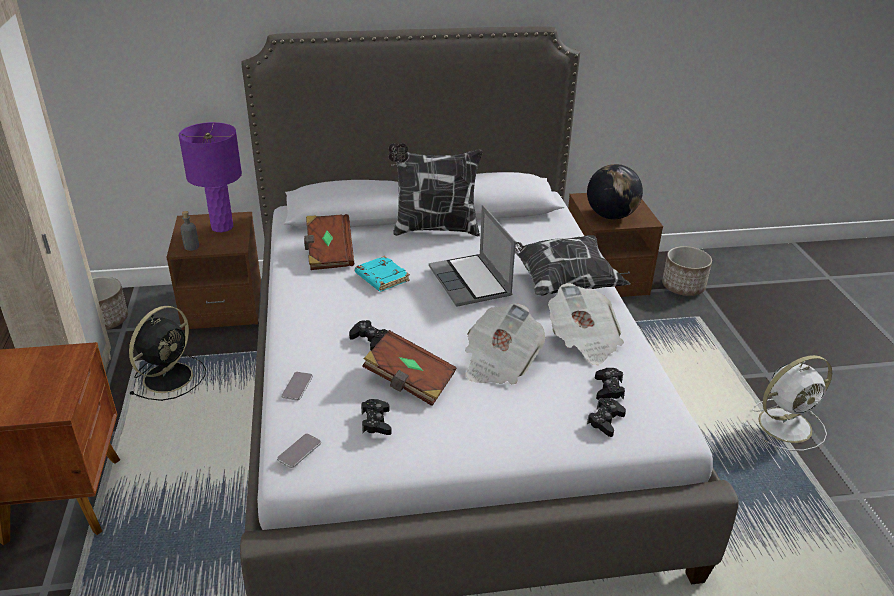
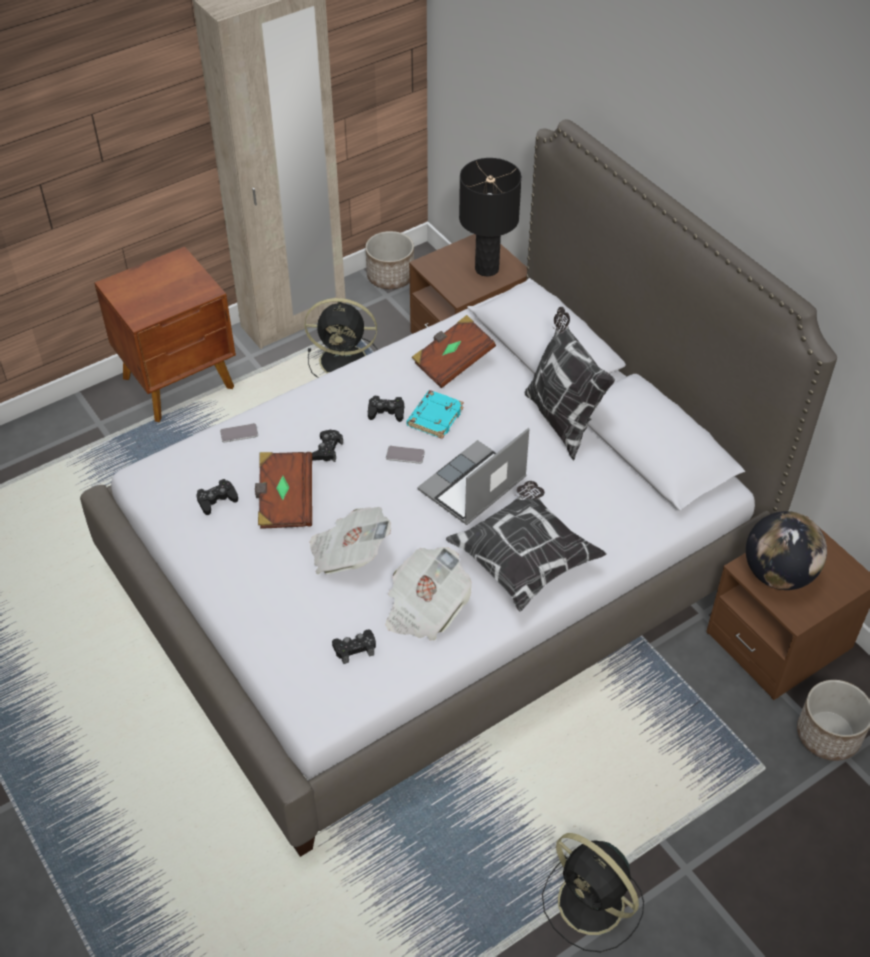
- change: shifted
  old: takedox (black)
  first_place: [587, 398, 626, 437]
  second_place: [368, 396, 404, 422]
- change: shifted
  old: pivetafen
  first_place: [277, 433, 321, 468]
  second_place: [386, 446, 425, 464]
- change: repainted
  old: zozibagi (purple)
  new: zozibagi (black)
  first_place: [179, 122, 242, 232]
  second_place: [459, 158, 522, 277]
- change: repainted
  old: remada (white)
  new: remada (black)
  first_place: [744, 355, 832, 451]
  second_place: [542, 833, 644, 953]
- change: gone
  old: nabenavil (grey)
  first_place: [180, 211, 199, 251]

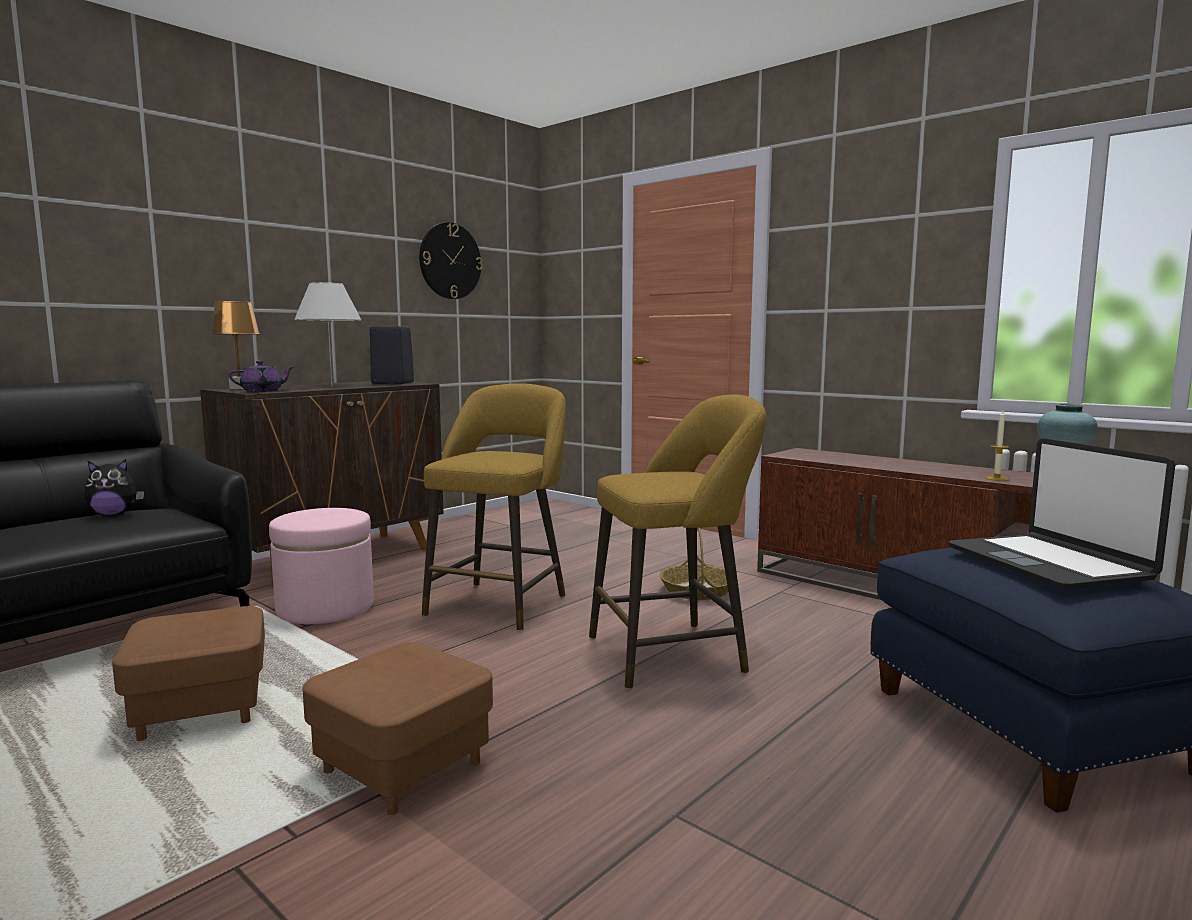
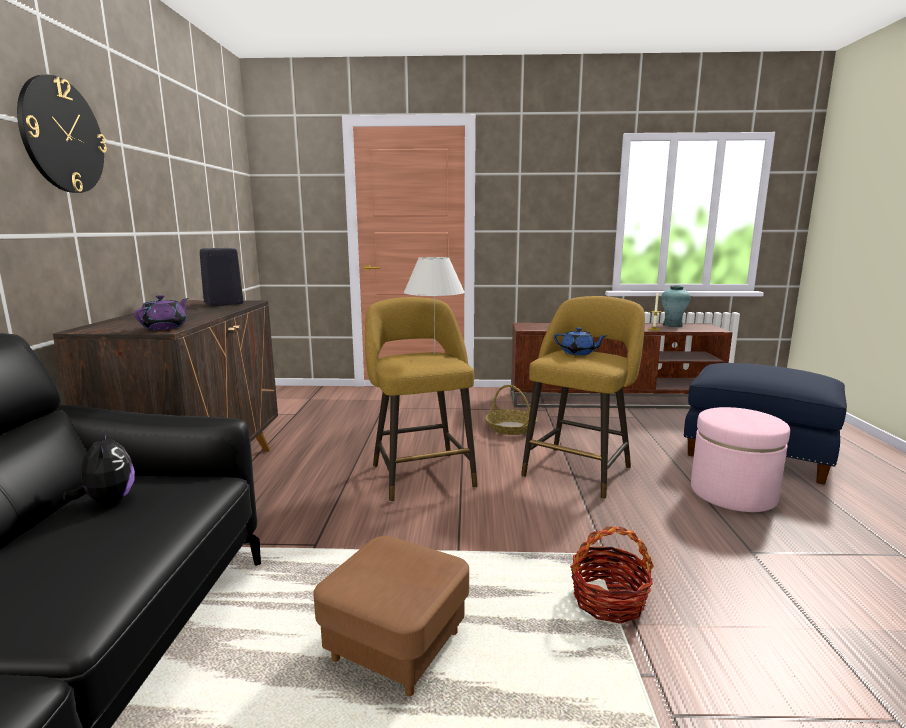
- change: shifted
  old: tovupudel
  first_place: [419, 222, 483, 299]
  second_place: [17, 74, 107, 193]
- change: rotated
  old: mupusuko
  first_place: [84, 459, 144, 516]
  second_place: [63, 430, 135, 504]
  degrees: -60
- change: shifted
  old: zozibagi (white)
  first_place: [294, 282, 362, 386]
  second_place: [404, 257, 465, 355]
- change: new
  new: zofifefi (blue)
  second_place: [554, 327, 608, 355]
- change: swapped
  old: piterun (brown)
  new: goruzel
  first_place: [303, 642, 493, 815]
  second_place: [570, 526, 654, 624]
- change: shifted
  old: piterun (pink)
  first_place: [269, 508, 374, 624]
  second_place: [691, 407, 790, 512]
- change: gone
  old: zozibagi (brown)
  first_place: [211, 301, 260, 389]
- change: gone
  old: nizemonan
  first_place: [948, 438, 1175, 589]

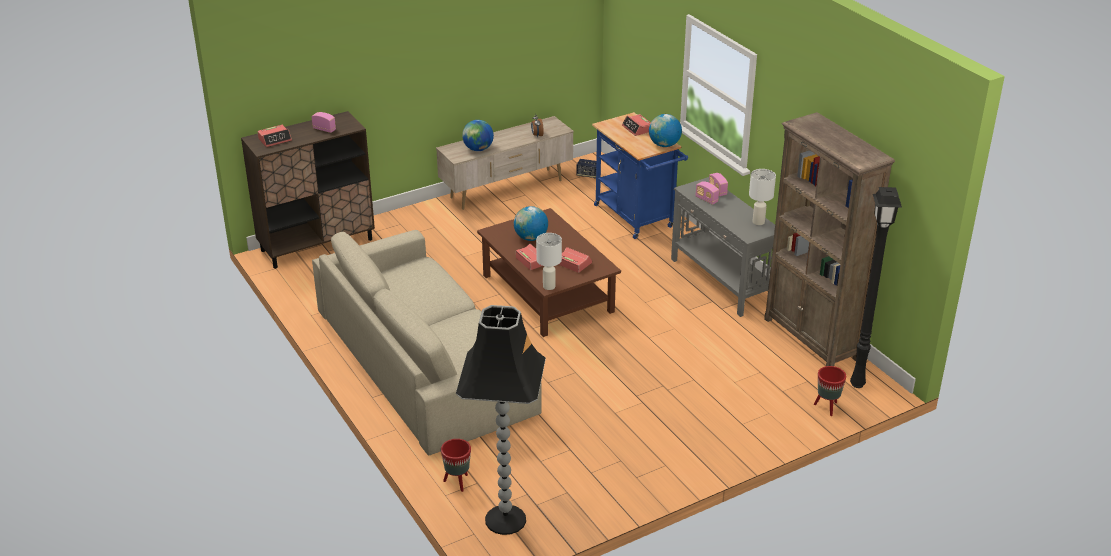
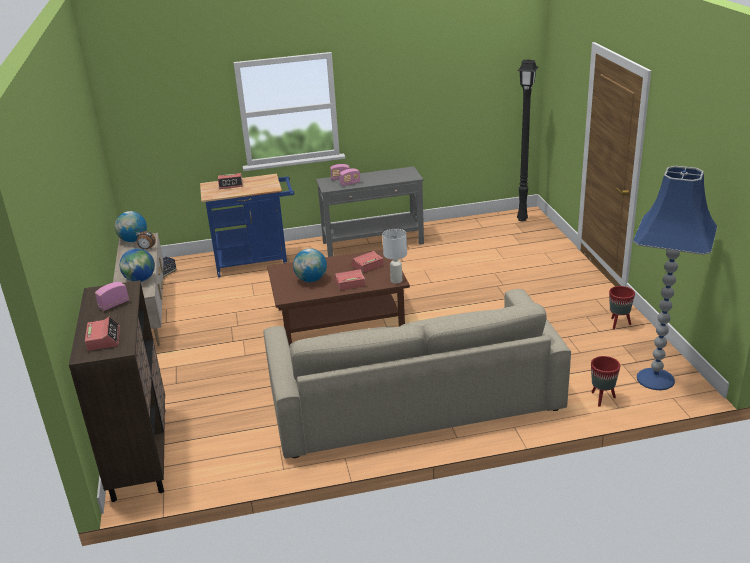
- change: shifted
  old: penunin
  first_place: [649, 114, 682, 147]
  second_place: [115, 211, 147, 242]
- change: shifted
  old: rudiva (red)
  first_place: [814, 366, 846, 416]
  second_place: [609, 286, 635, 329]
- change: repainted
  old: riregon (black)
  new: riregon (blue)
  first_place: [456, 305, 546, 535]
  second_place: [633, 166, 717, 390]
- change: gone
  old: zozibagi (white)
  first_place: [749, 169, 776, 225]
- change: gone
  old: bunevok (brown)
  first_place: [764, 112, 895, 366]

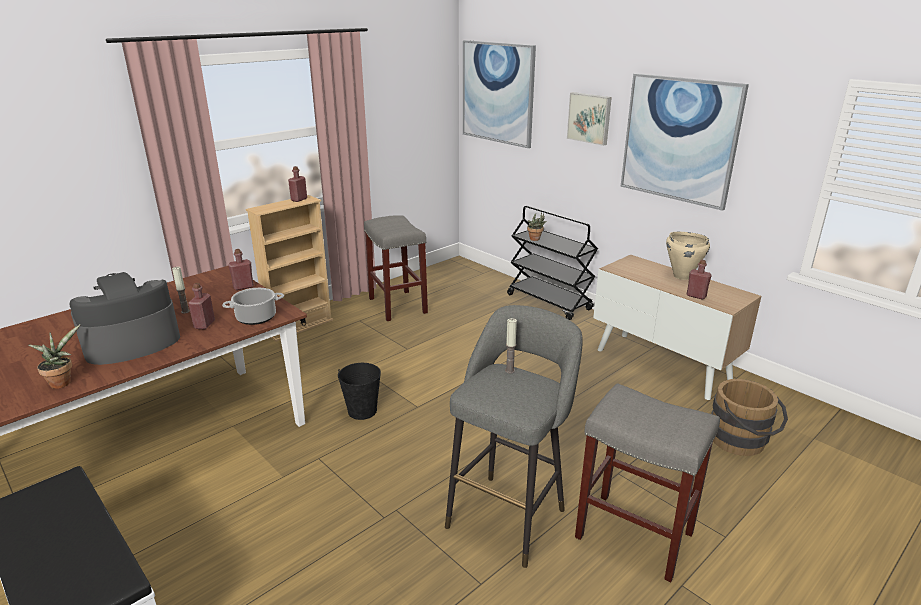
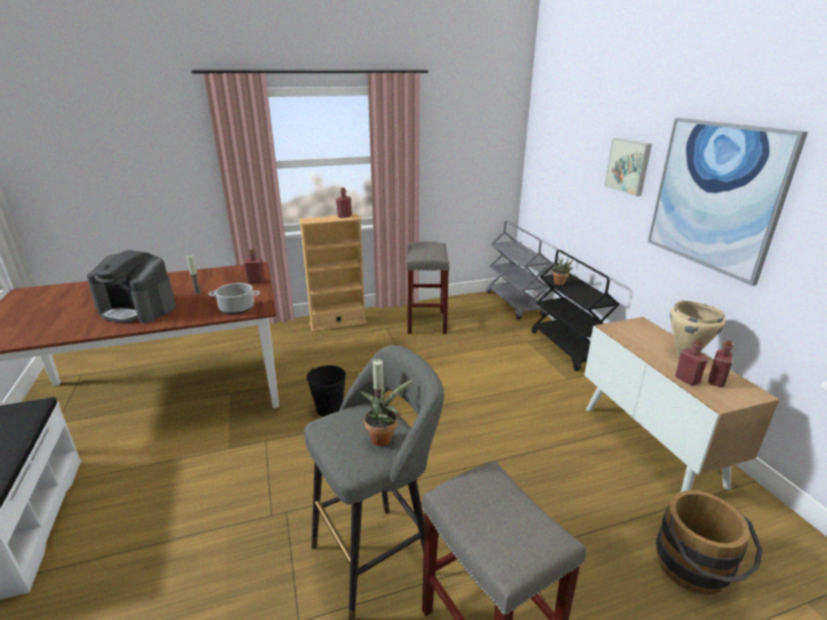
- change: rotated
  old: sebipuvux
  first_place: [69, 272, 180, 365]
  second_place: [87, 250, 176, 323]
  degrees: -150
- change: shifted
  old: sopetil
  first_place: [28, 324, 81, 389]
  second_place: [360, 379, 414, 446]
- change: new
  new: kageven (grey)
  second_place: [487, 221, 551, 320]
- change: shifted
  old: nabenavil (red)
  first_place: [188, 283, 215, 329]
  second_place: [708, 340, 733, 387]
- change: gone
  old: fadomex
  first_place: [463, 40, 536, 148]

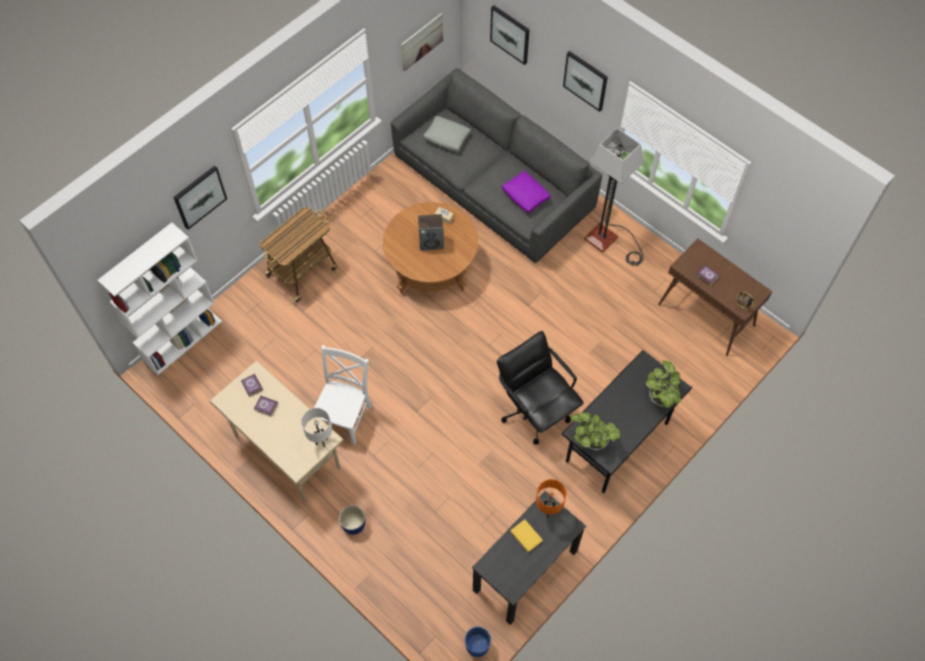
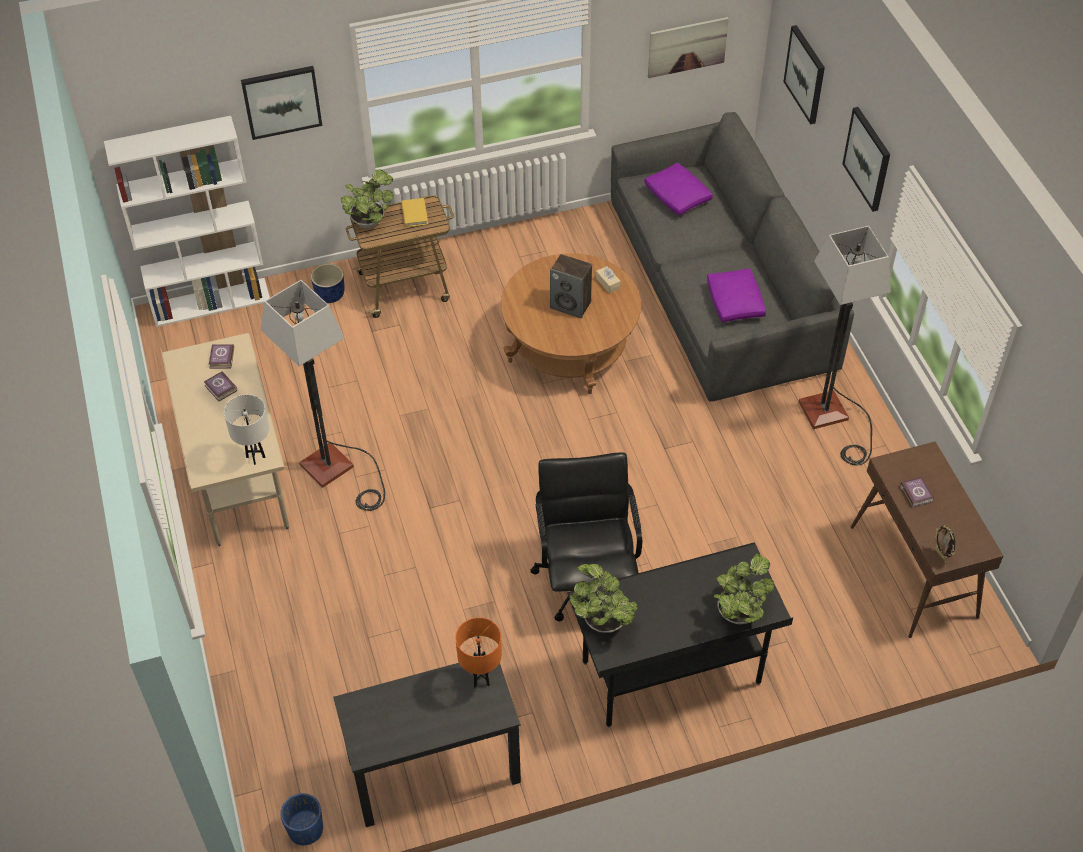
- change: swapped
  old: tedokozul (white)
  new: riregon
  first_place: [314, 345, 373, 445]
  second_place: [261, 280, 385, 511]
- change: shifted
  old: rudiva (blue)
  first_place: [339, 505, 365, 535]
  second_place: [311, 264, 345, 303]
- change: new
  new: sopetil
  second_place: [341, 170, 394, 228]
- change: shifted
  old: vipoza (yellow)
  first_place: [510, 519, 542, 552]
  second_place: [401, 198, 428, 227]
- change: repainted
  old: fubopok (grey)
  new: fubopok (purple)
  first_place: [423, 116, 471, 152]
  second_place: [644, 163, 713, 215]

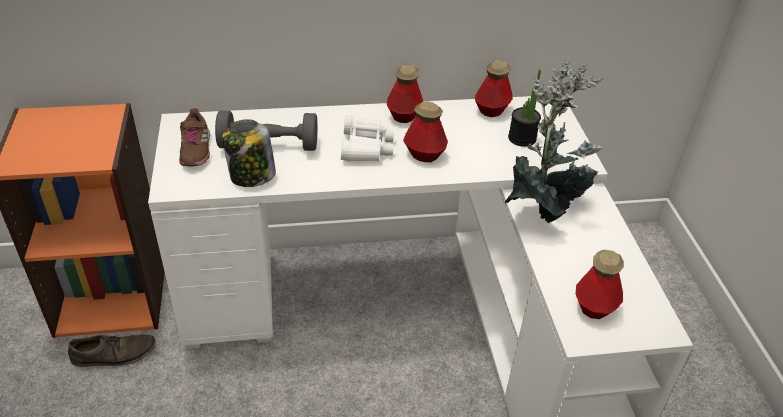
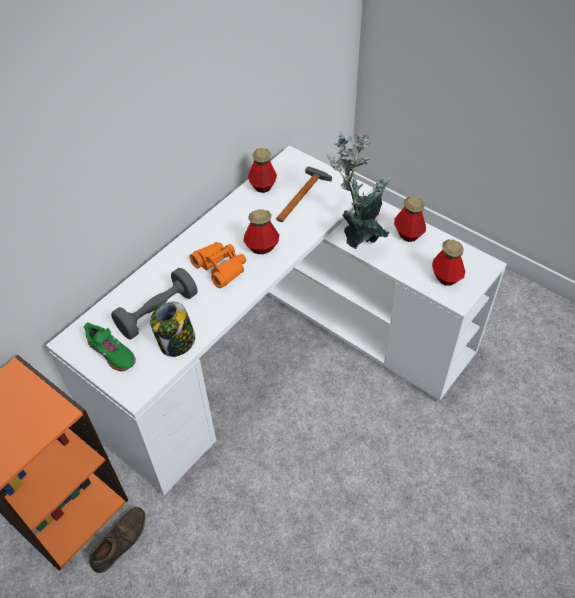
- change: repainted
  old: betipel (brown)
  new: betipel (green)
  first_place: [179, 108, 210, 167]
  second_place: [84, 322, 136, 371]
- change: repainted
  old: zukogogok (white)
  new: zukogogok (orange)
  first_place: [341, 115, 394, 161]
  second_place: [190, 242, 246, 288]
- change: swapped
  old: sopetil
  new: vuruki
  first_place: [508, 69, 541, 147]
  second_place: [276, 166, 332, 222]
- change: shifted
  old: nabenavil
  first_place: [387, 65, 423, 123]
  second_place: [394, 197, 426, 242]

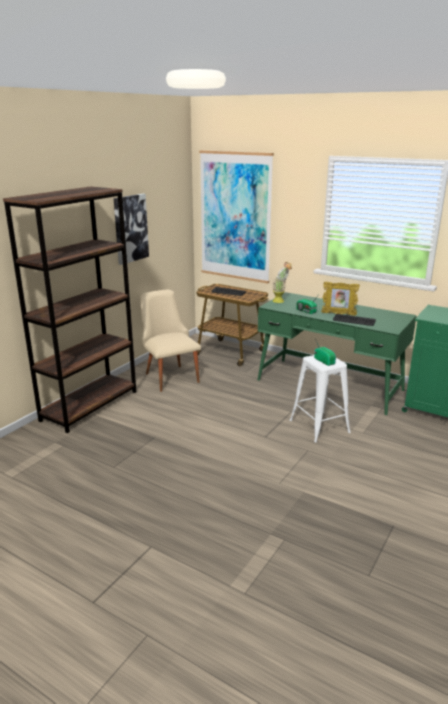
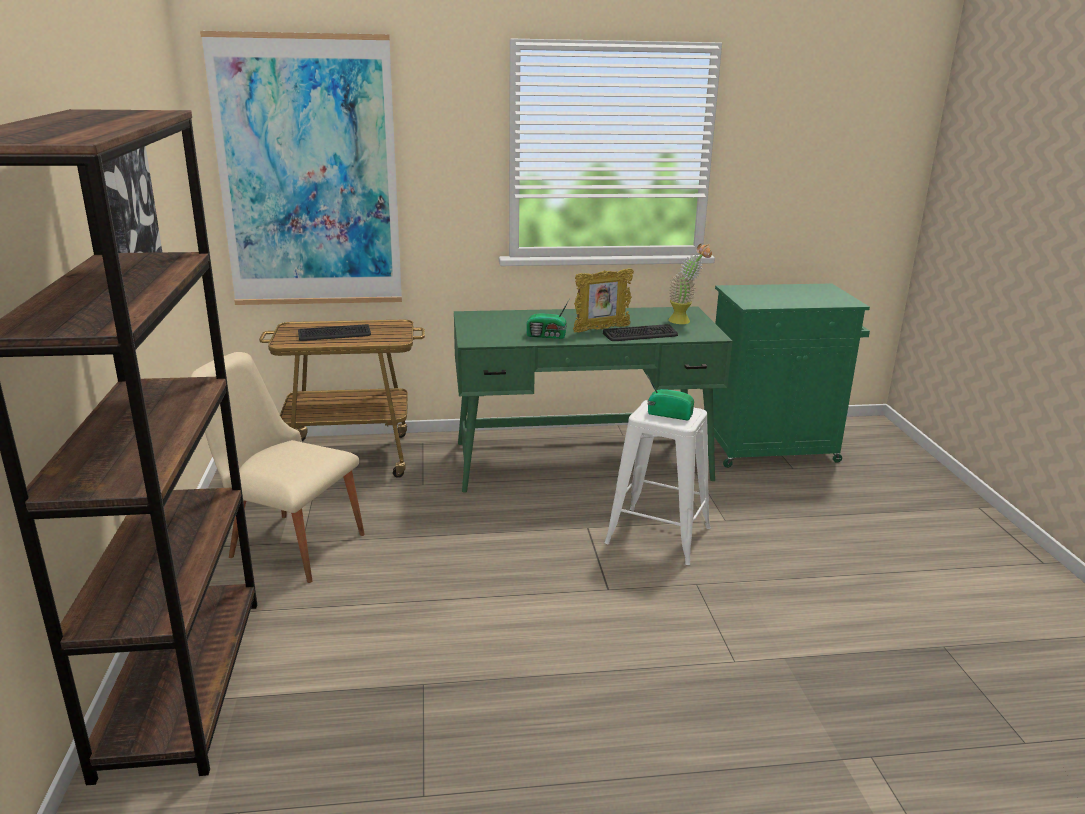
- change: shifted
  old: sopetil
  first_place: [272, 262, 292, 303]
  second_place: [668, 244, 712, 324]

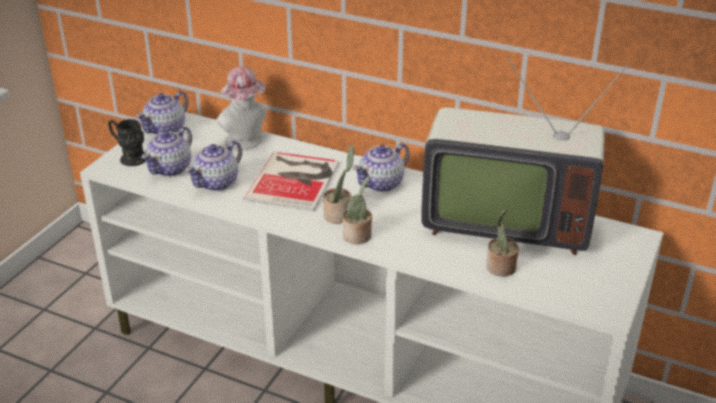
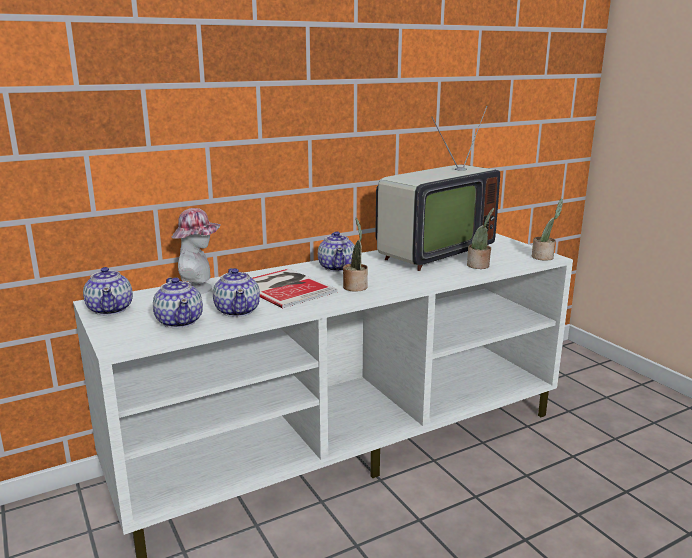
- change: shifted
  old: sopetil
  first_place: [343, 176, 372, 244]
  second_place: [532, 199, 563, 261]
- change: gone
  old: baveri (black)
  first_place: [108, 119, 146, 166]

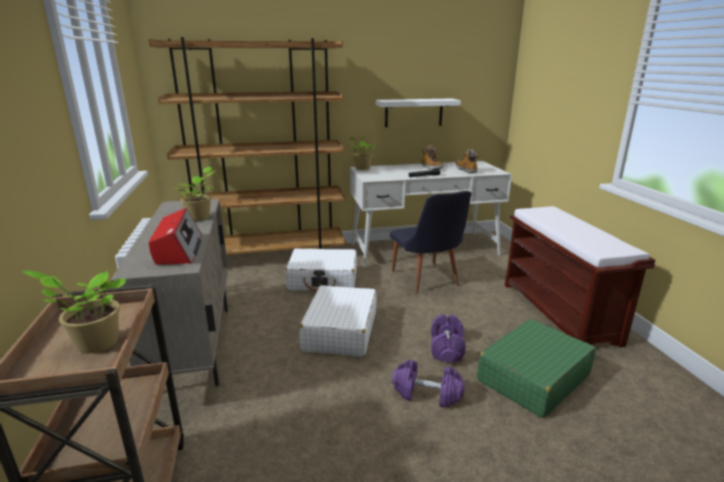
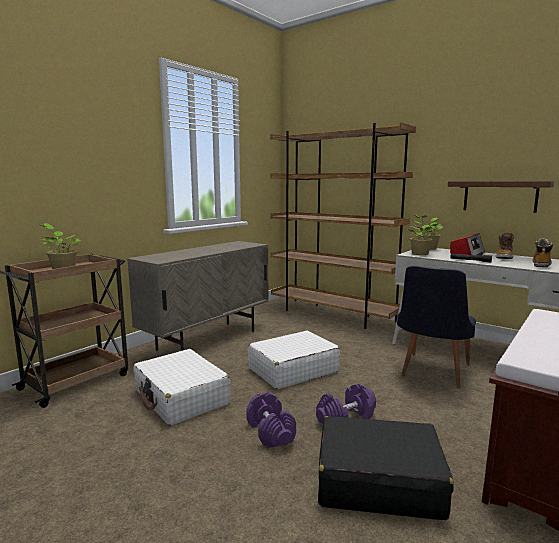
- change: shifted
  old: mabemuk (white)
  first_place: [285, 248, 357, 292]
  second_place: [133, 349, 230, 426]
- change: repainted
  old: mabemuk (green)
  new: mabemuk (black)
  first_place: [477, 319, 596, 418]
  second_place: [318, 416, 454, 520]
- change: shifted
  old: sopetil
  first_place: [175, 166, 215, 221]
  second_place: [407, 217, 438, 255]
- change: repainted
  old: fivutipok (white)
  new: fivutipok (brown)
  first_place: [376, 99, 461, 127]
  second_place: [448, 181, 554, 213]
- change: shifted
  old: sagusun
  first_place: [149, 208, 202, 265]
  second_place: [450, 233, 485, 256]

